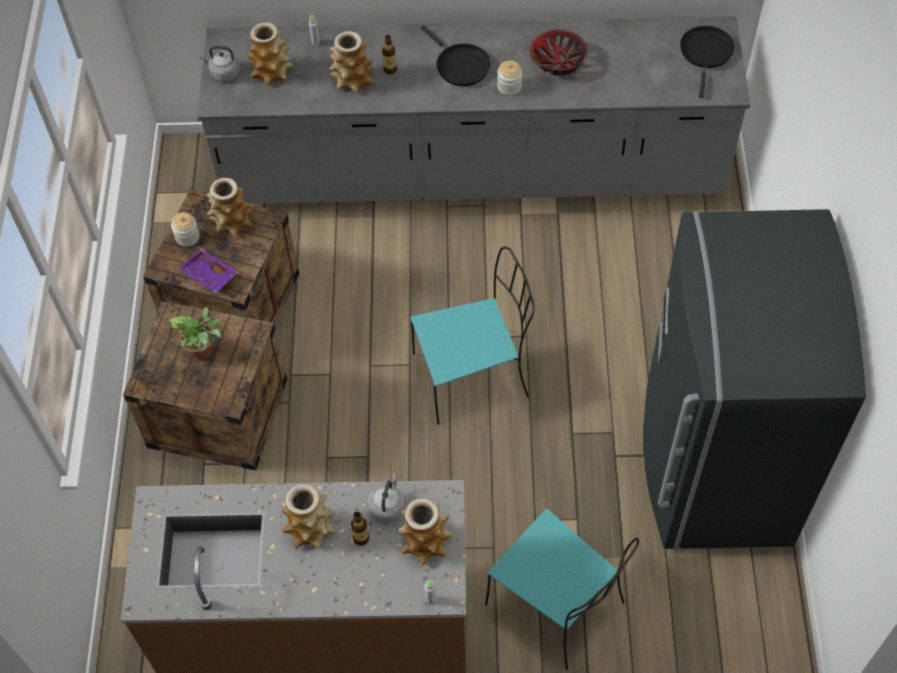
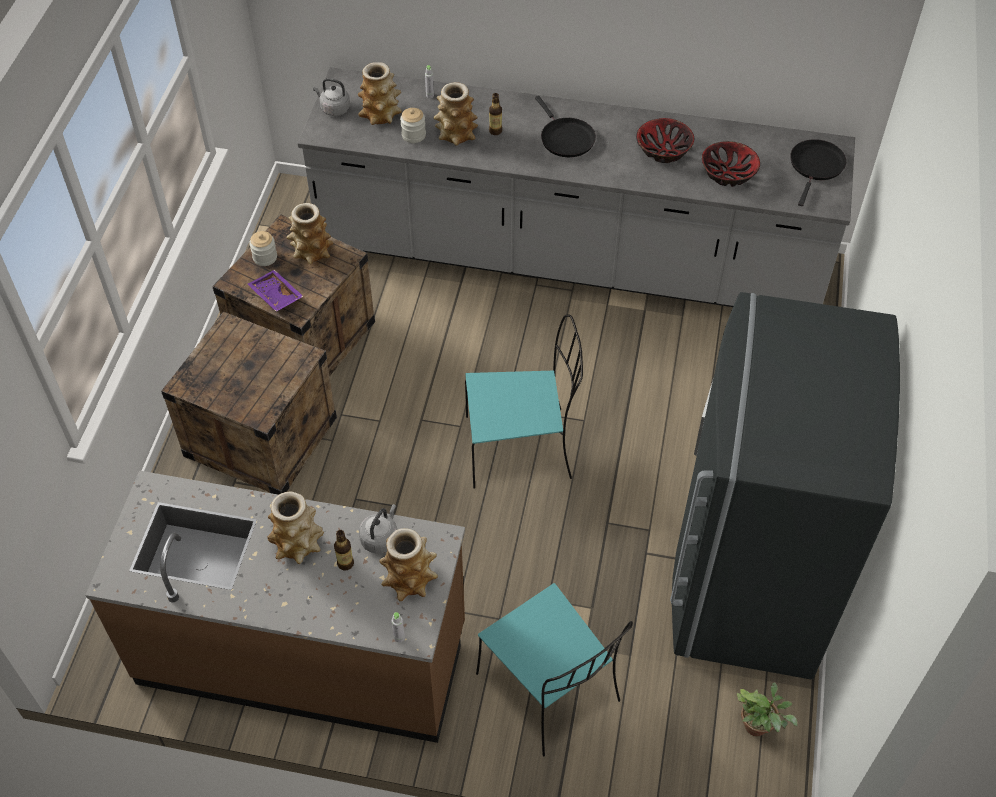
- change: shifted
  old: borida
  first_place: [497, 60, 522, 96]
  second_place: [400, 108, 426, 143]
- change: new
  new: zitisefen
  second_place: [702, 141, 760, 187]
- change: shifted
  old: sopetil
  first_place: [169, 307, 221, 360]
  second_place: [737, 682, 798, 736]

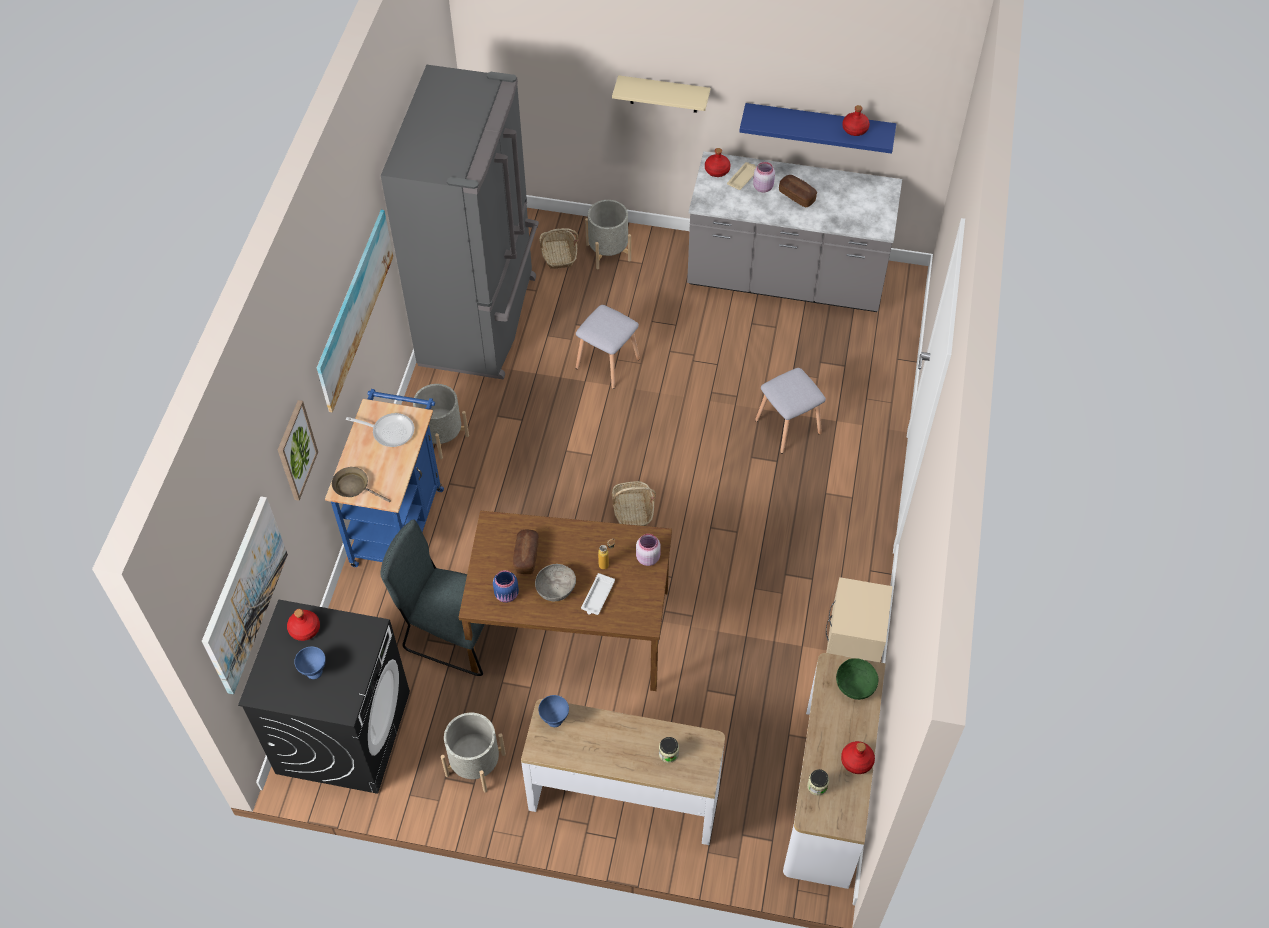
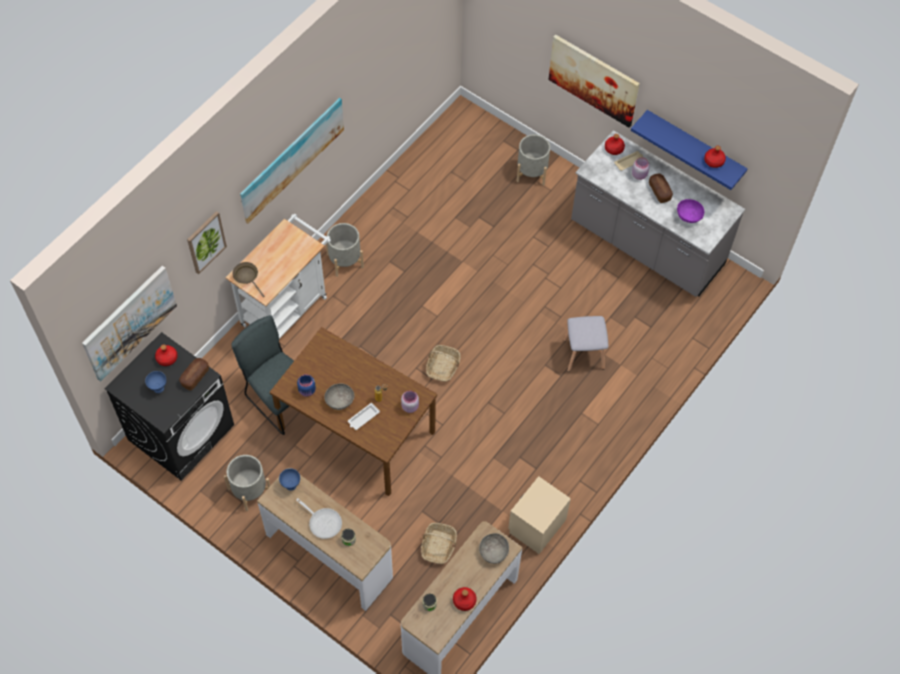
- change: shifted
  old: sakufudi
  first_place: [513, 529, 539, 574]
  second_place: [179, 358, 209, 390]
- change: repainted
  old: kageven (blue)
  new: kageven (white)
  first_place: [325, 389, 444, 567]
  second_place: [225, 214, 331, 339]
- change: shifted
  old: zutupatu
  first_place: [346, 413, 414, 447]
  second_place: [296, 498, 342, 539]
- change: shifted
  old: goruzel
  first_place: [539, 228, 578, 269]
  second_place: [421, 523, 457, 564]
- change: repainted
  old: zitisefen (green)
  new: zitisefen (grey)
  first_place: [836, 658, 878, 700]
  second_place: [479, 533, 509, 564]
- change: swapped
  old: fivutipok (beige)
  new: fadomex
  first_place: [612, 75, 710, 113]
  second_place: [549, 34, 640, 128]
- change: new
  new: zitisefen (purple)
  second_place: [677, 199, 704, 223]
- change: gone
  old: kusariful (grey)
  first_place: [381, 65, 539, 380]
- change: gone
  old: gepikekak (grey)
  first_place: [576, 305, 640, 389]

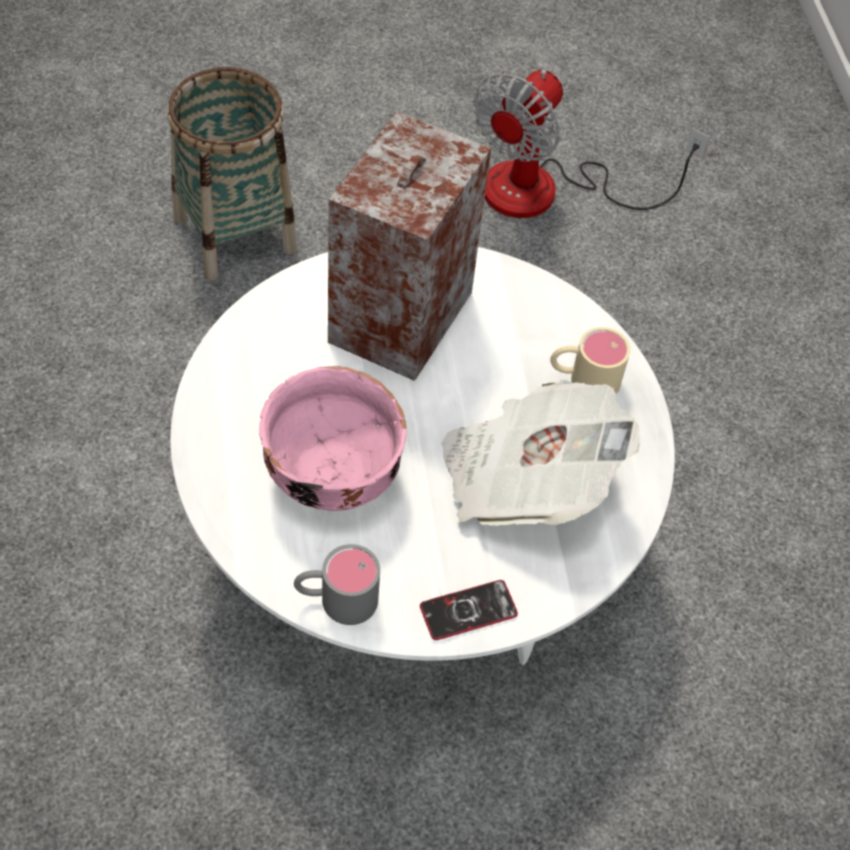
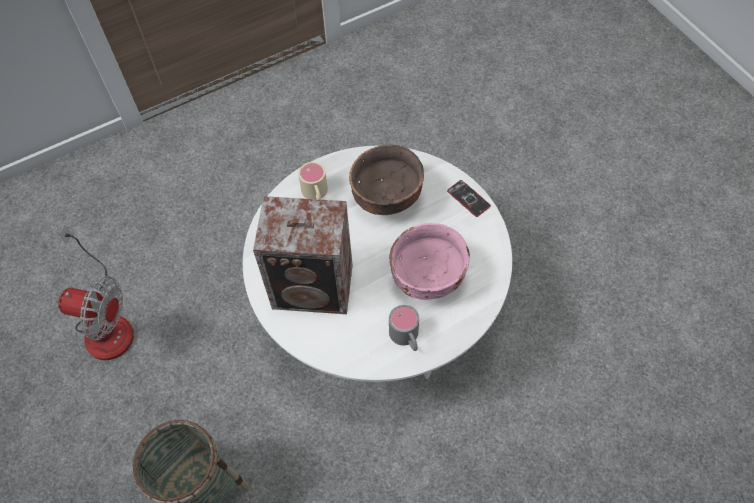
- change: swapped
  old: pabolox
  new: zitisefen (brown)
  first_place: [442, 381, 640, 526]
  second_place: [349, 145, 424, 215]
- change: shifted
  old: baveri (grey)
  first_place: [294, 544, 380, 625]
  second_place: [389, 305, 419, 351]

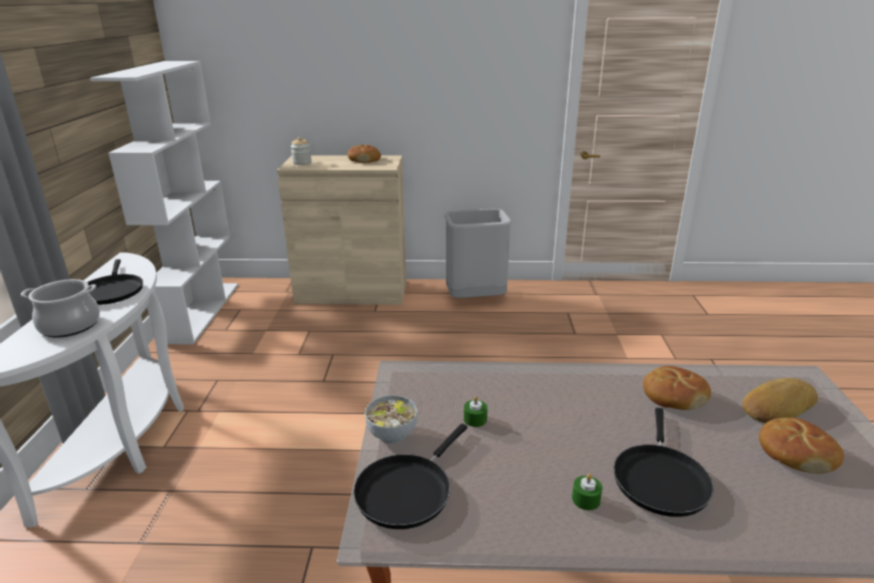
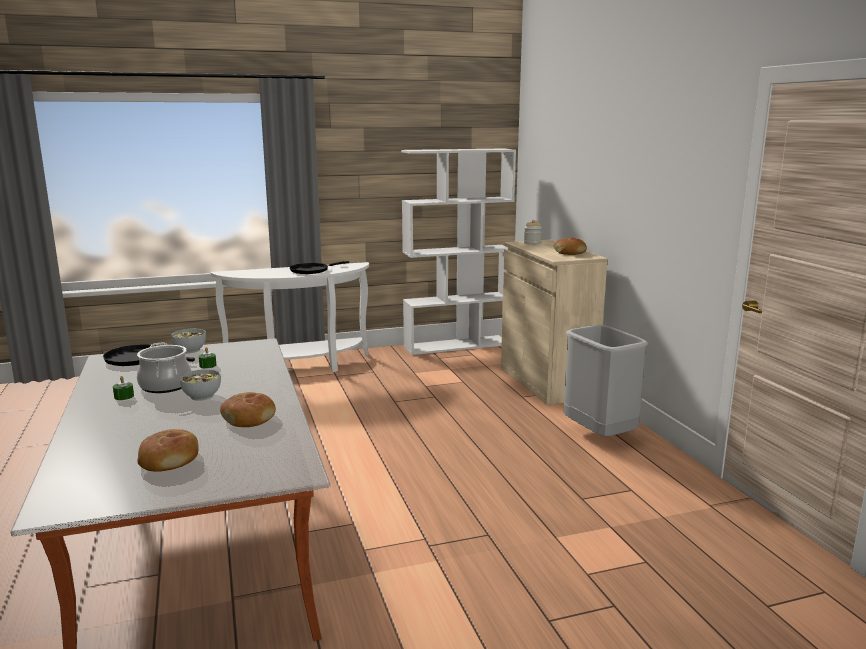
- change: shifted
  old: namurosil
  first_place: [21, 279, 100, 338]
  second_place: [137, 343, 192, 393]
- change: new
  new: zitisefen
  second_place: [180, 369, 221, 401]
- change: gone
  old: zutupatu (black)
  first_place: [614, 408, 714, 517]
- change: gone
  old: sakufudi
  first_place: [743, 378, 818, 423]

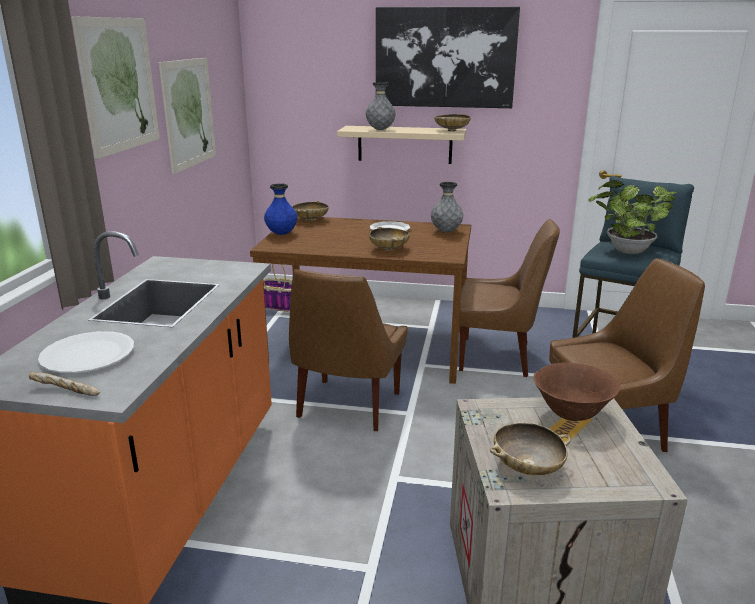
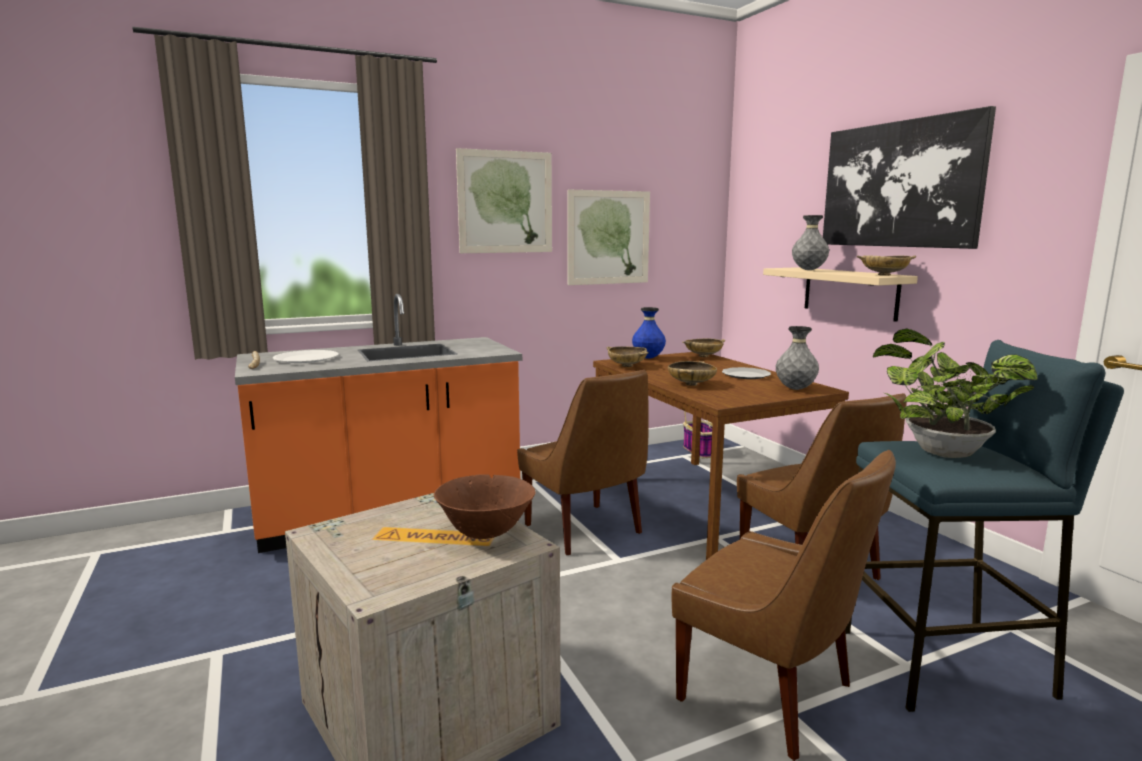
- change: rotated
  old: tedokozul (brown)
  first_place: [289, 269, 408, 431]
  second_place: [517, 370, 649, 555]
  degrees: -105
- change: shifted
  old: zitisefen (beige)
  first_place: [489, 423, 571, 475]
  second_place: [607, 346, 649, 367]

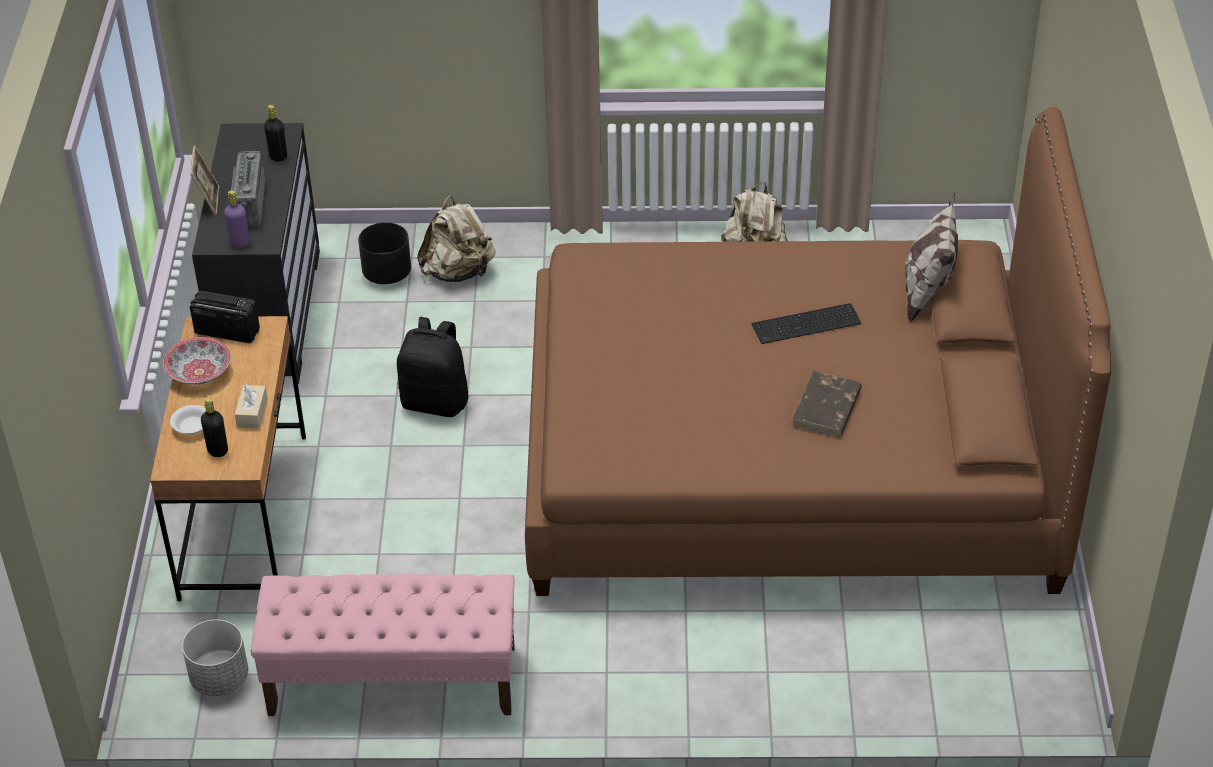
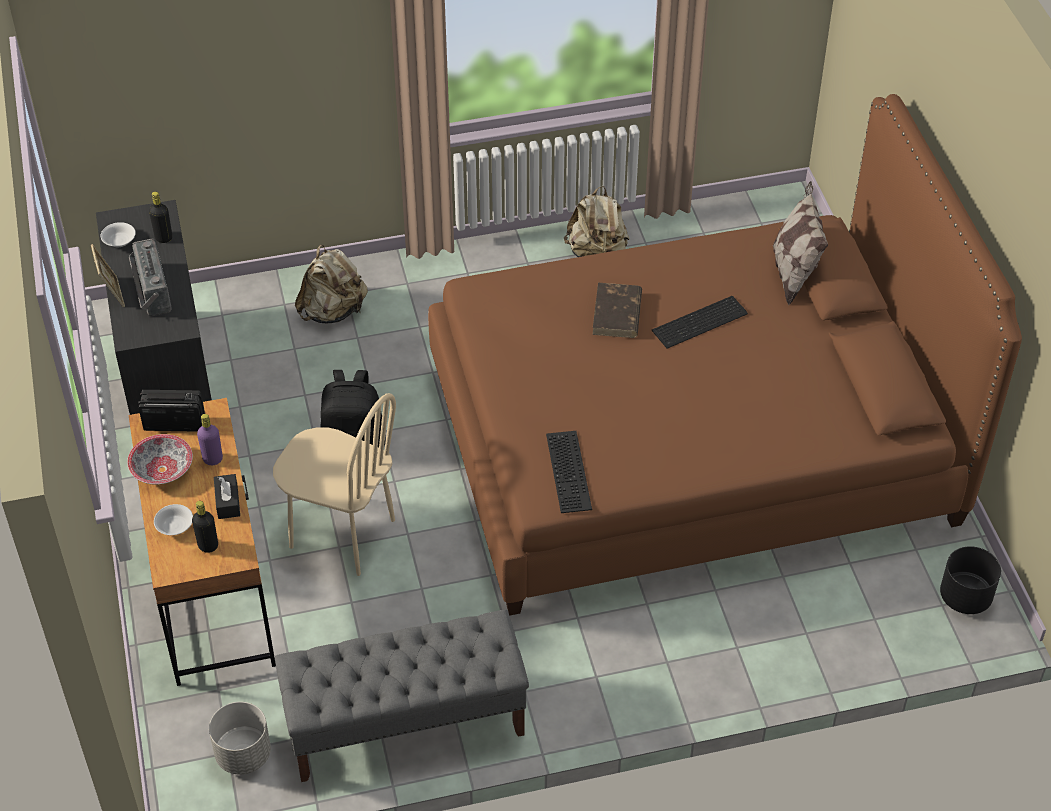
- change: new
  new: zitisefen (white)
  second_place: [101, 222, 136, 247]
- change: shifted
  old: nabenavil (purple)
  first_place: [224, 190, 250, 248]
  second_place: [197, 414, 223, 465]
- change: repainted
  old: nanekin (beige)
  new: nanekin (black)
  first_place: [235, 384, 268, 429]
  second_place: [214, 474, 240, 519]
- change: new
  new: tedokozul (beige)
  second_place: [273, 393, 396, 576]
- change: repainted
  old: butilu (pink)
  new: butilu (grey)
  first_place: [251, 574, 515, 716]
  second_place: [275, 610, 529, 782]
- change: new
  new: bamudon
  second_place: [546, 431, 592, 513]
- change: shifted
  old: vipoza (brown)
  first_place: [792, 371, 862, 437]
  second_place: [592, 283, 642, 338]
- change: shifted
  old: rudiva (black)
  first_place: [358, 222, 411, 284]
  second_place: [940, 546, 1001, 614]

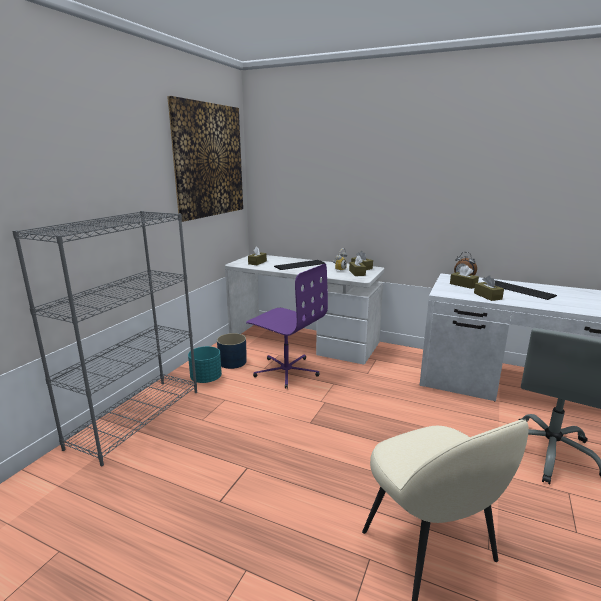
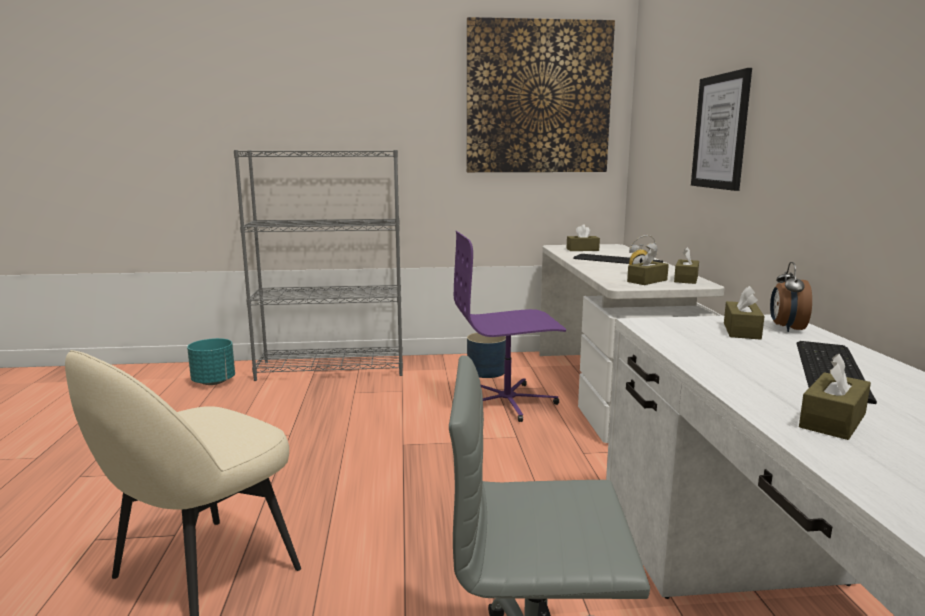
- change: shifted
  old: rudiva (turquoise)
  first_place: [188, 346, 222, 383]
  second_place: [187, 338, 235, 385]
- change: rotated
  old: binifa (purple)
  first_place: [246, 264, 328, 389]
  second_place: [454, 231, 566, 422]
  degrees: 75
- change: new
  new: fadomex
  second_place: [691, 68, 752, 191]
- change: shifted
  old: nanekin (brown)
  first_place: [474, 275, 504, 301]
  second_place: [799, 354, 871, 440]

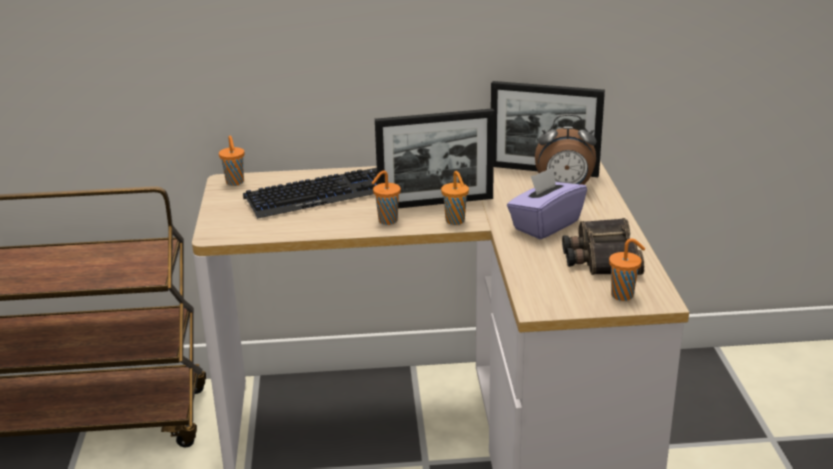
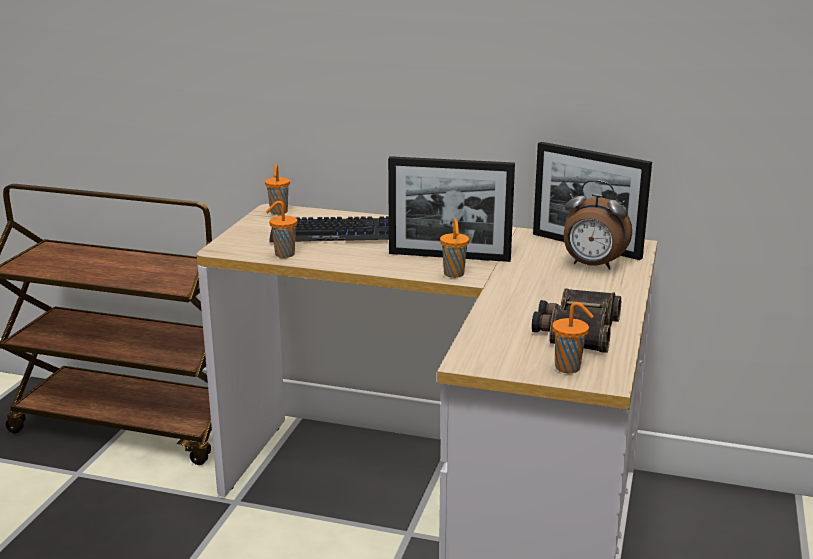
- change: shifted
  old: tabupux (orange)
  first_place: [372, 171, 401, 225]
  second_place: [266, 201, 298, 258]
- change: gone
  old: nanekin (purple)
  first_place: [507, 167, 587, 239]

